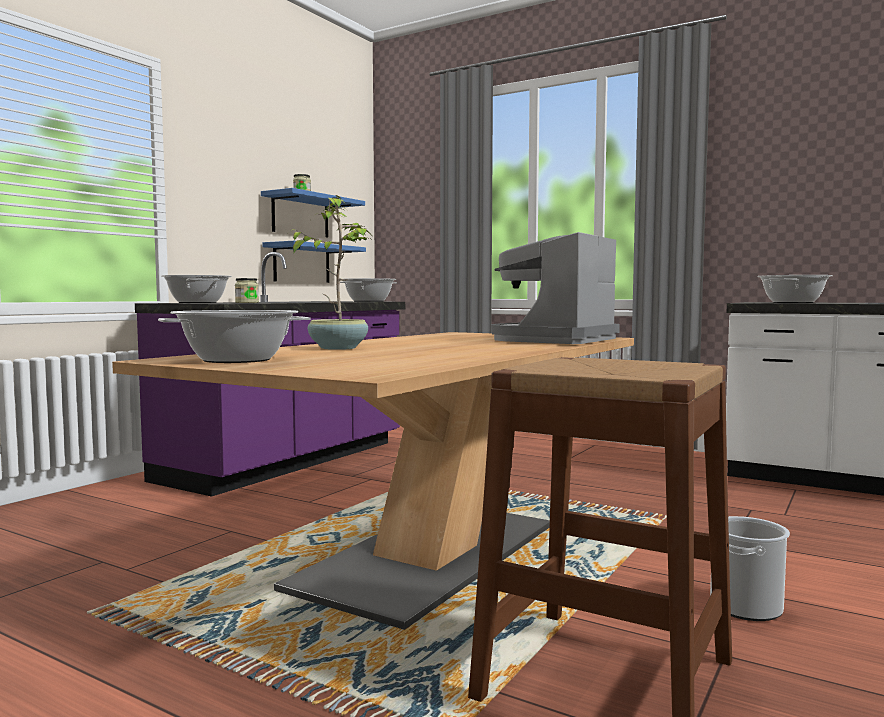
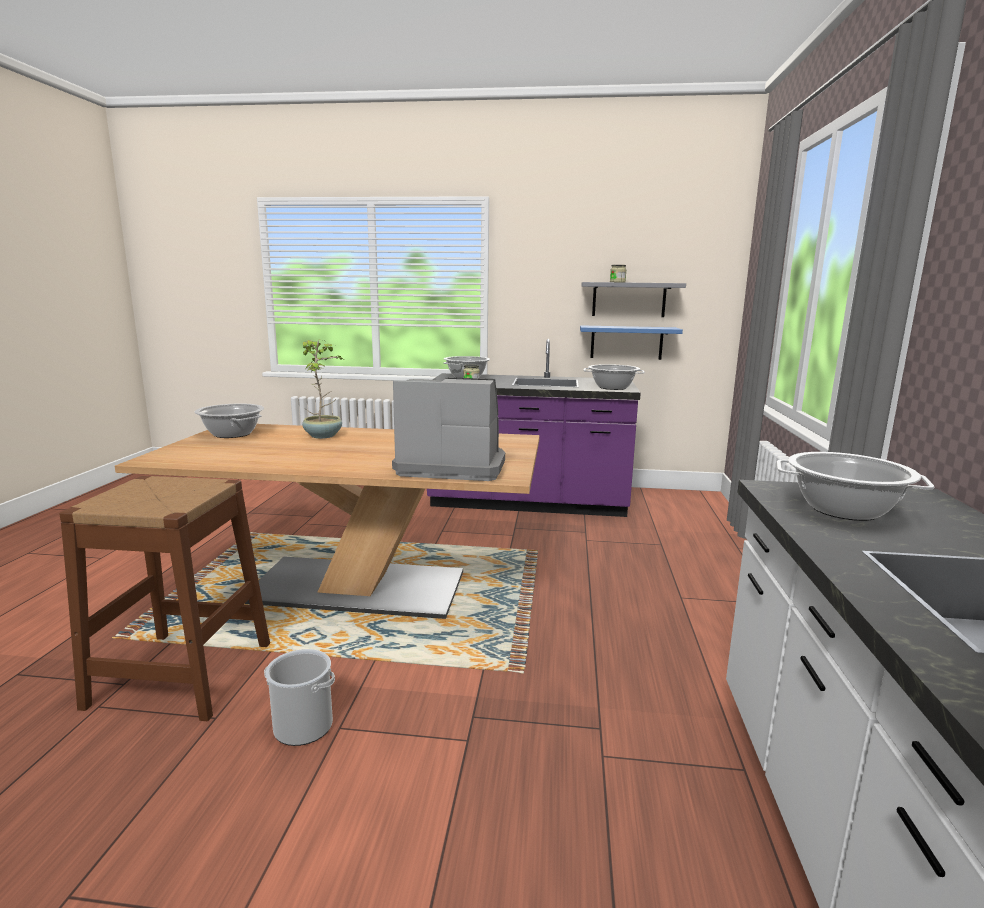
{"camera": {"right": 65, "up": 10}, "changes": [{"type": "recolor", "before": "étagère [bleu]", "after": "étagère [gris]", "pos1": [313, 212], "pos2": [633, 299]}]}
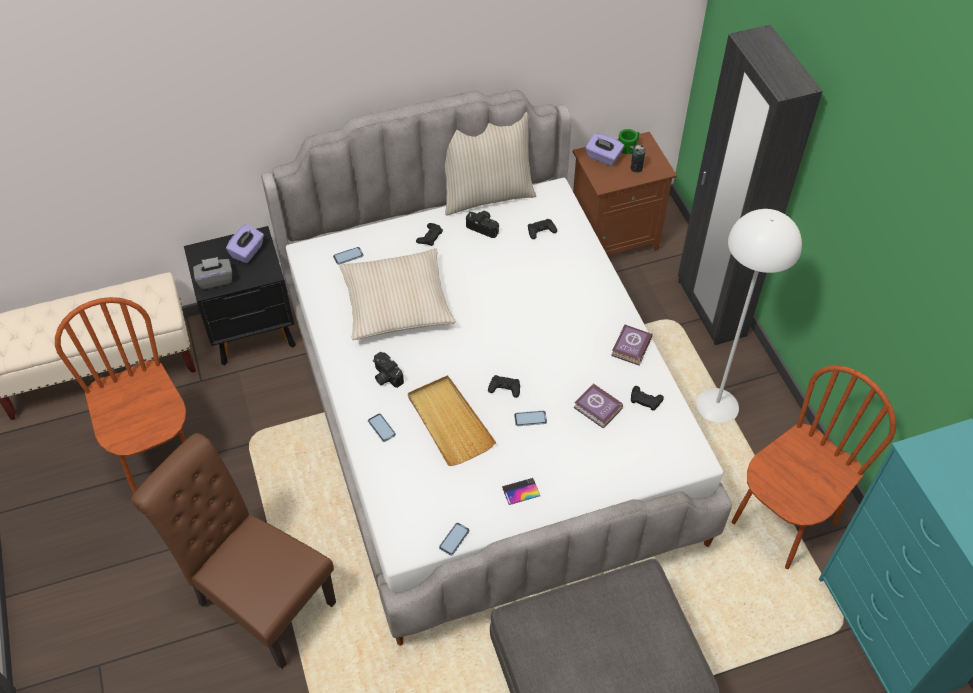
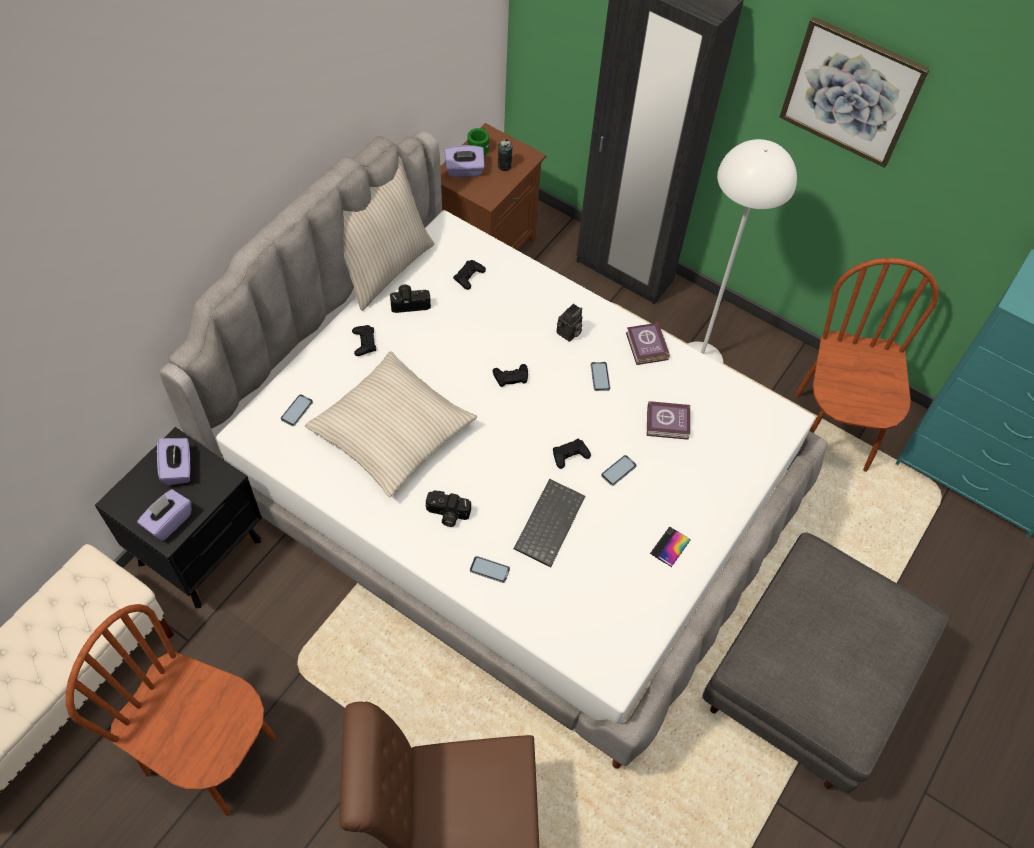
{"camera": {"right": -40, "up": 5}, "changes": [{"type": "recolor", "before": "boîte à mouchoirs [gris]", "after": "boîte à mouchoirs [violet]", "pos1": [212, 273], "pos2": [164, 515]}, {"type": "replace", "before": "plateau [beige]", "after": "clavier", "pos1": [452, 420], "pos2": [549, 523]}, {"type": "move", "before": "manette [noir]", "pos1": [647, 398], "pos2": [510, 375]}, {"type": "move", "before": "téléphone", "pos1": [454, 539], "pos2": [600, 376]}, {"type": "insert", "after": "tableau", "pos2": [854, 92]}, {"type": "insert", "after": "appareil photo", "pos2": [569, 323]}]}
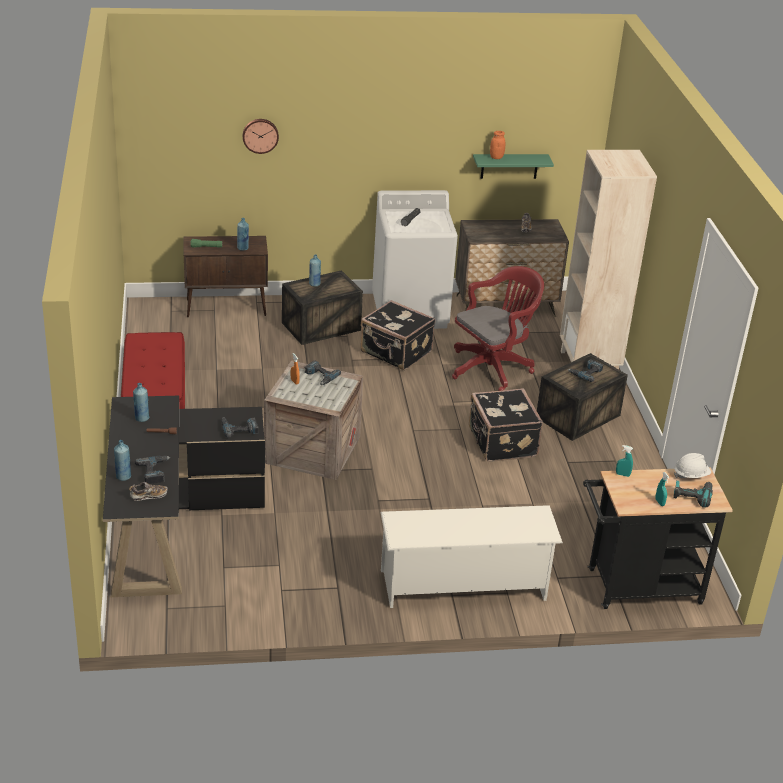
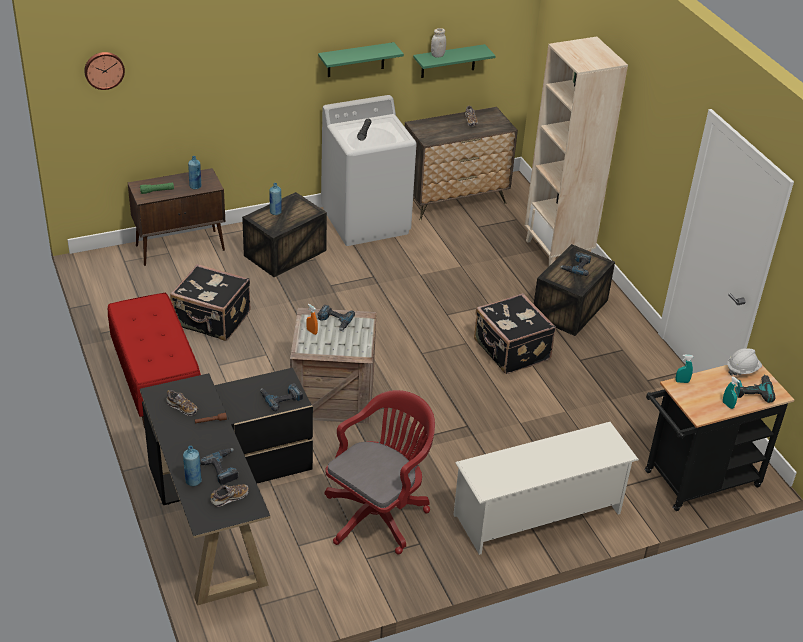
{"camera": {"right": -15, "up": 5}, "changes": [{"type": "move", "before": "horloge murale", "pos1": [261, 136], "pos2": [104, 71]}, {"type": "recolor", "before": "bocal [orange]", "after": "bocal [blanc]", "pos1": [497, 145], "pos2": [438, 43]}, {"type": "move", "before": "chaise de bureau [rouge]", "pos1": [498, 328], "pos2": [379, 472]}, {"type": "move", "before": "valise [noir]", "pos1": [398, 335], "pos2": [210, 302]}, {"type": "replace", "before": "bouteille [bleu]", "after": "chaussure", "pos1": [141, 402], "pos2": [182, 403]}, {"type": "insert", "after": "étagère [vert]", "pos2": [361, 59]}]}
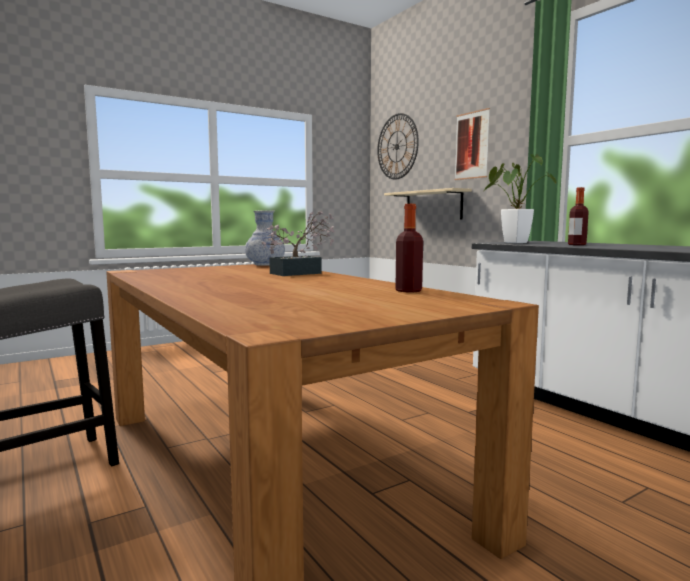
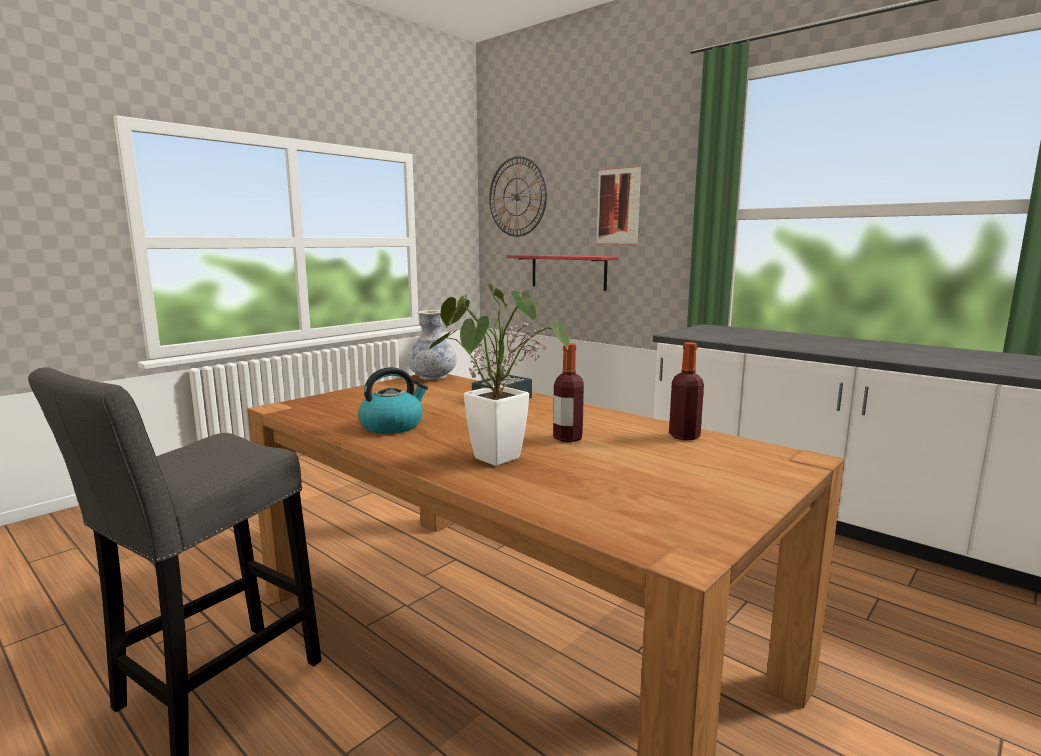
{"camera": {"right": -15, "up": 5}, "changes": [{"type": "move", "before": "plante en pot", "pos1": [520, 198], "pos2": [499, 375]}, {"type": "move", "before": "bouteille", "pos1": [578, 216], "pos2": [568, 392]}, {"type": "recolor", "before": "étagère [beige]", "after": "étagère [rouge]", "pos1": [428, 203], "pos2": [562, 273]}, {"type": "insert", "after": "bouilloire", "pos2": [393, 400]}]}
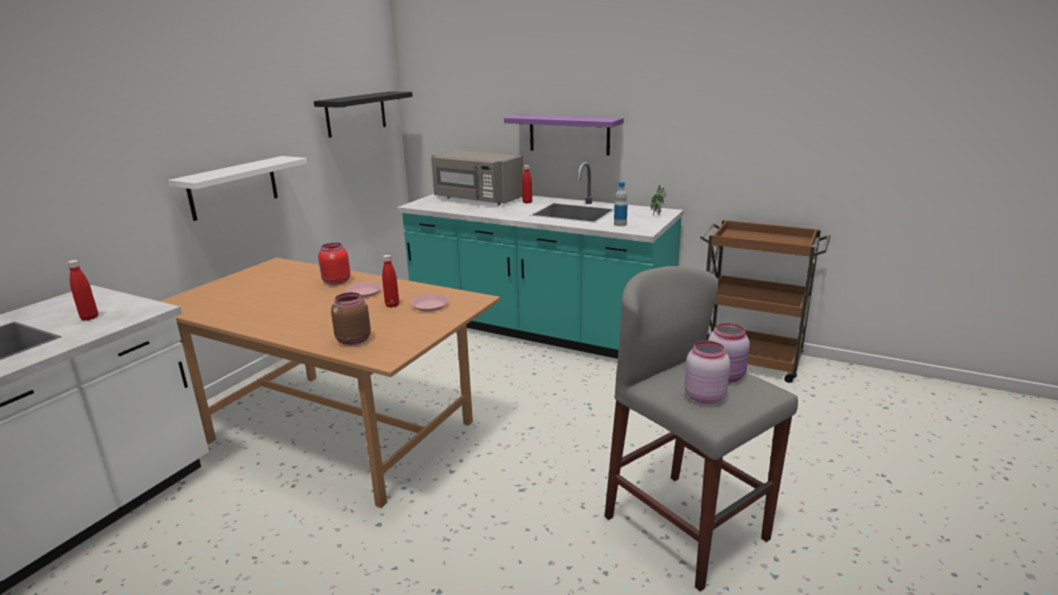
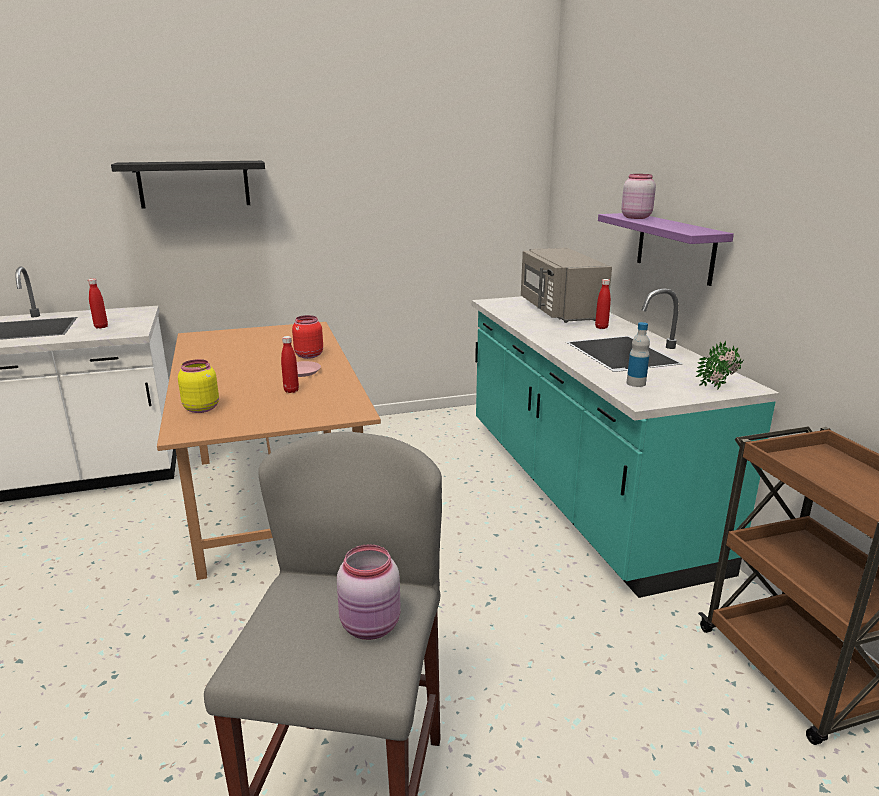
{"camera": {"right": 45, "up": 0}, "changes": [{"type": "move", "before": "étagère [noir]", "pos1": [363, 114], "pos2": [188, 185]}, {"type": "delete", "before": "étagère [blanc]", "pos1": [237, 188]}, {"type": "recolor", "before": "bocal [marron]", "after": "bocal [jaune]", "pos1": [351, 319], "pos2": [198, 386]}, {"type": "delete", "before": "assiette [rose]", "pos1": [430, 303]}, {"type": "move", "before": "bocal [rose]", "pos1": [707, 372], "pos2": [638, 196]}]}
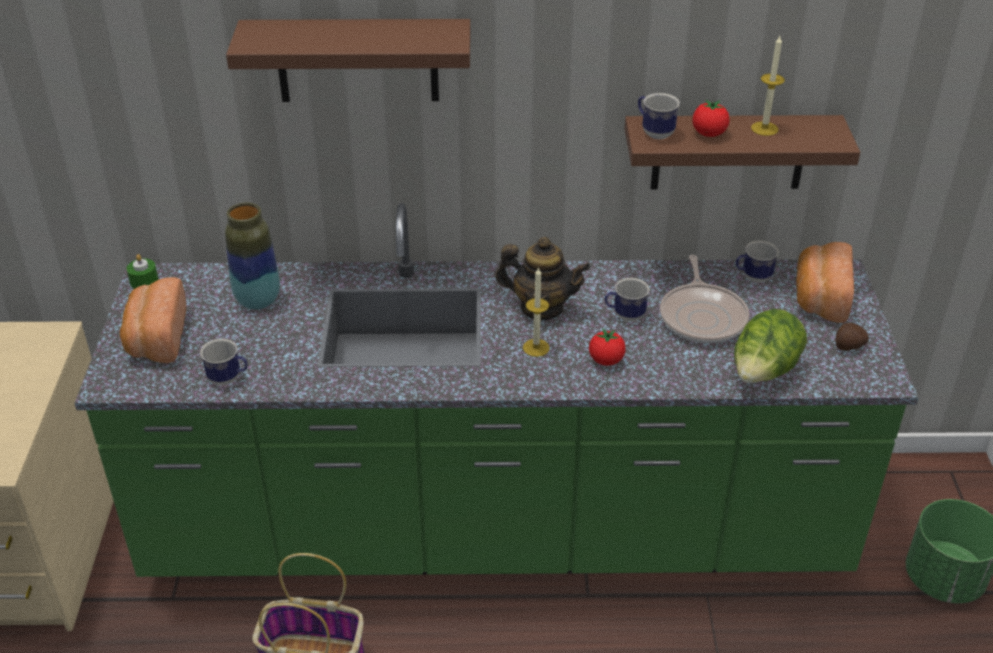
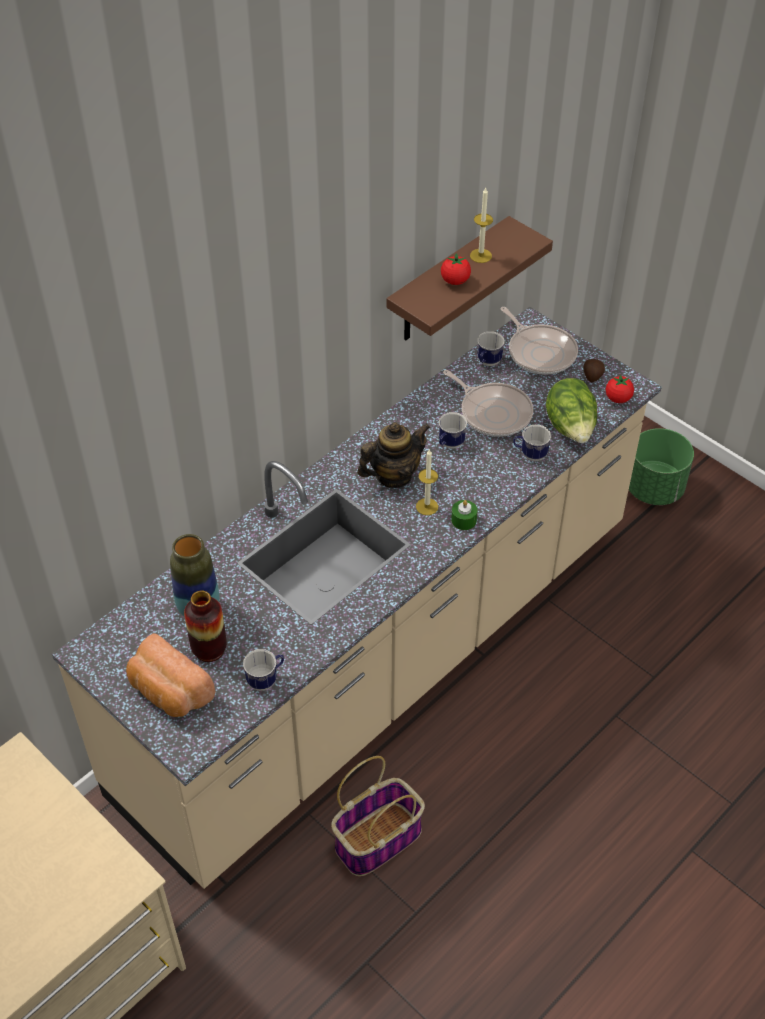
{"camera": {"right": -45, "up": 10}, "changes": [{"type": "delete", "before": "étagère [marron]", "pos1": [348, 60]}, {"type": "move", "before": "mug", "pos1": [659, 116], "pos2": [532, 443]}, {"type": "recolor", "before": "comptoir de cuisine [vert]", "after": "comptoir de cuisine [beige]", "pos1": [496, 390], "pos2": [357, 598]}, {"type": "replace", "before": "pain", "after": "poêle", "pos1": [825, 282], "pos2": [539, 341]}, {"type": "move", "before": "bougie [vert]", "pos1": [143, 271], "pos2": [464, 515]}, {"type": "move", "before": "tomate", "pos1": [607, 347], "pos2": [620, 388]}, {"type": "insert", "after": "vase", "pos2": [205, 626]}]}
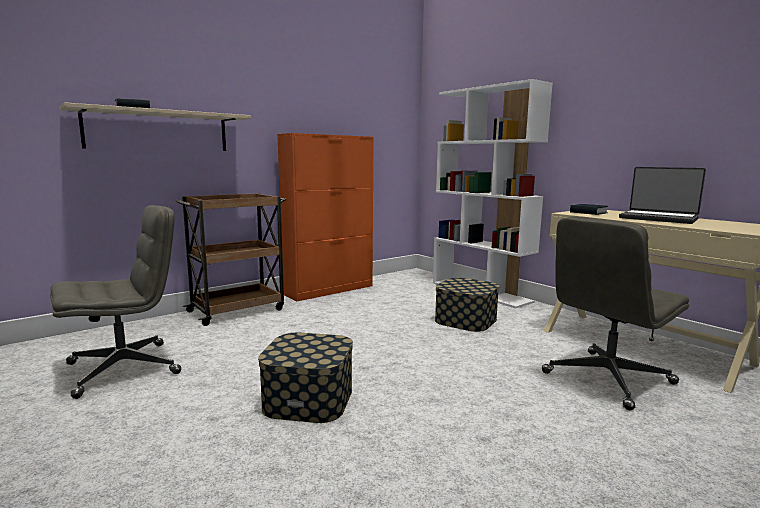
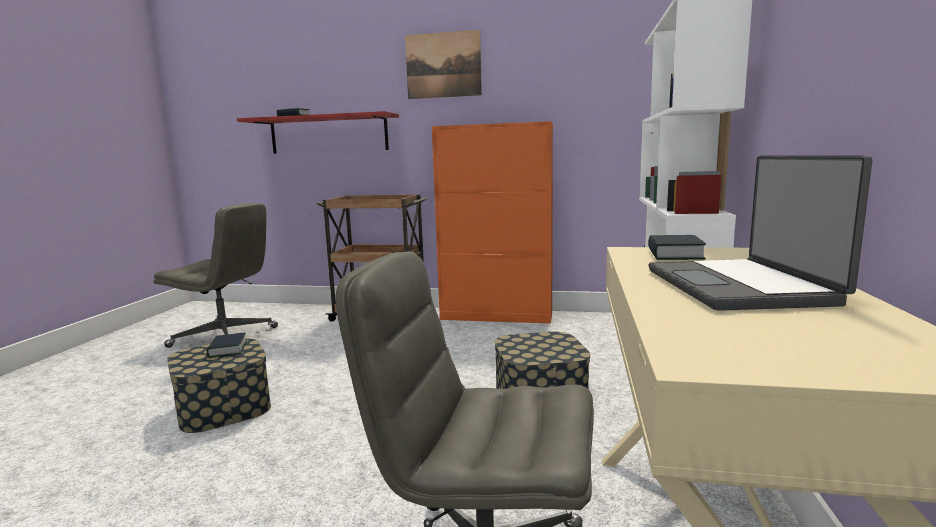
{"camera": {"right": 50, "up": 0}, "changes": [{"type": "recolor", "before": "étagère [beige]", "after": "étagère [rouge]", "pos1": [155, 126], "pos2": [318, 132]}, {"type": "insert", "after": "tableau", "pos2": [443, 64]}, {"type": "insert", "after": "livre", "pos2": [227, 345]}]}
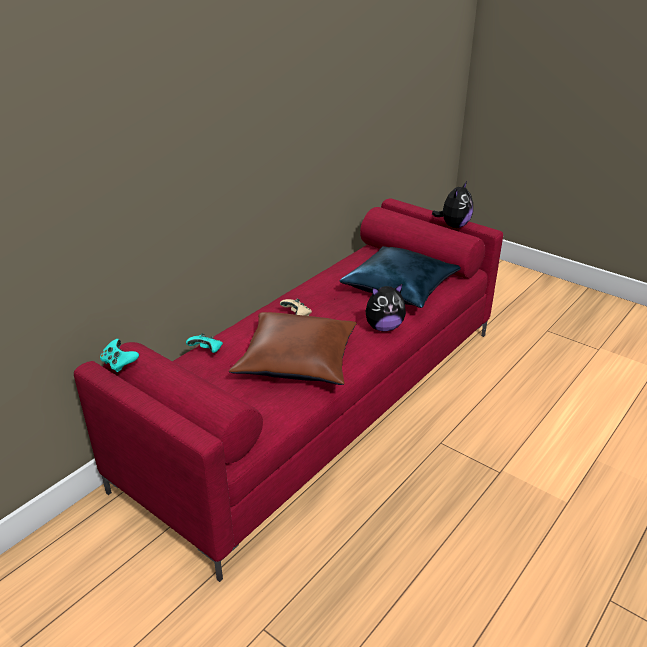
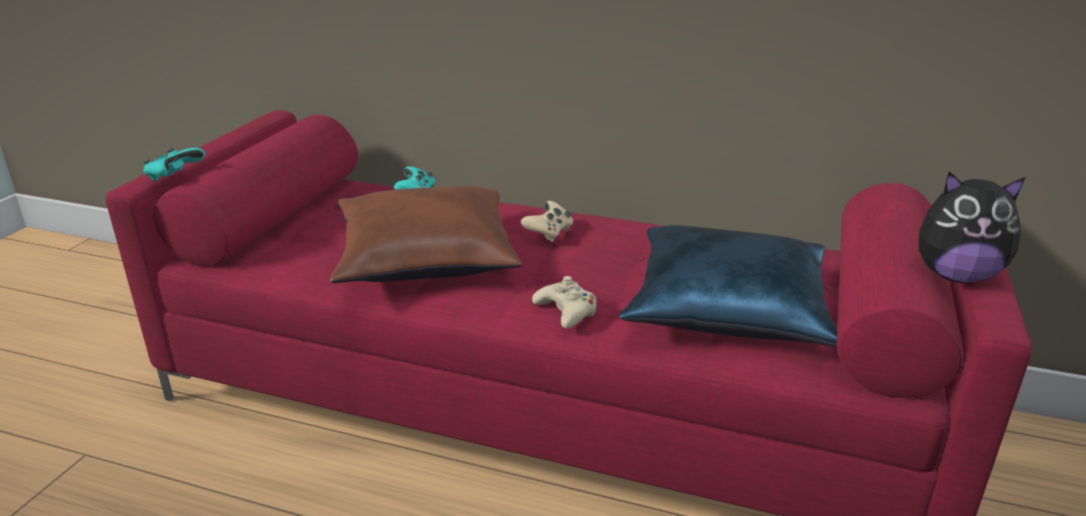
{"camera": {"right": 70, "up": -5}, "changes": [{"type": "replace", "before": "peluche", "after": "manette [beige]", "pos1": [386, 307], "pos2": [564, 302]}, {"type": "move", "before": "manette [turquoise]", "pos1": [119, 356], "pos2": [174, 164]}]}
